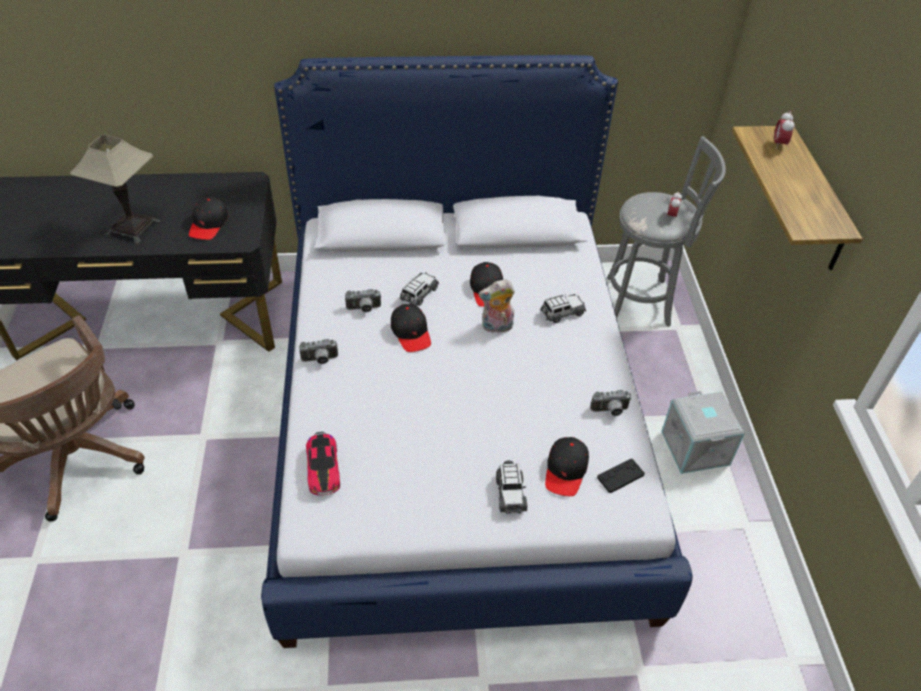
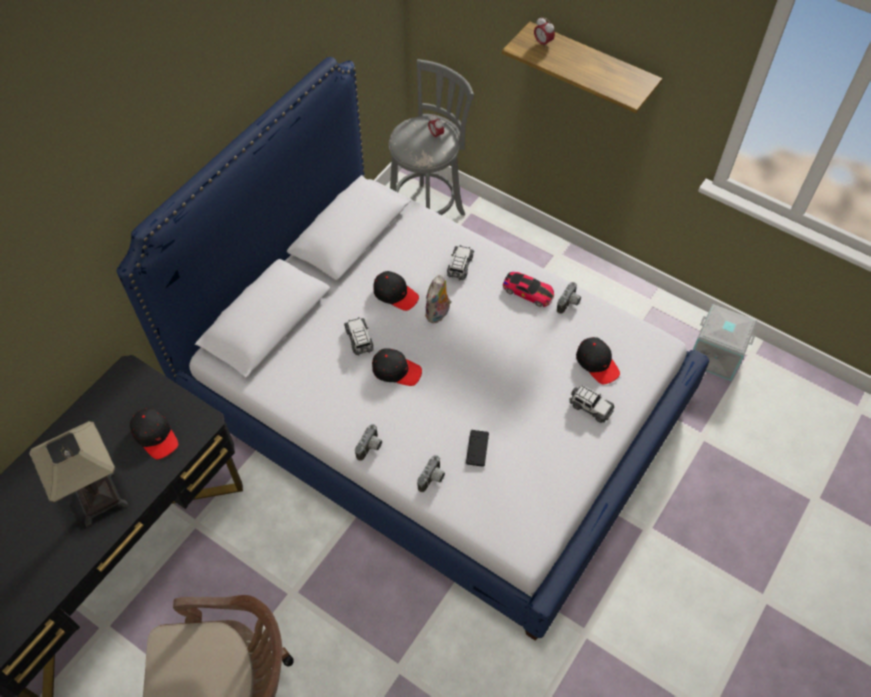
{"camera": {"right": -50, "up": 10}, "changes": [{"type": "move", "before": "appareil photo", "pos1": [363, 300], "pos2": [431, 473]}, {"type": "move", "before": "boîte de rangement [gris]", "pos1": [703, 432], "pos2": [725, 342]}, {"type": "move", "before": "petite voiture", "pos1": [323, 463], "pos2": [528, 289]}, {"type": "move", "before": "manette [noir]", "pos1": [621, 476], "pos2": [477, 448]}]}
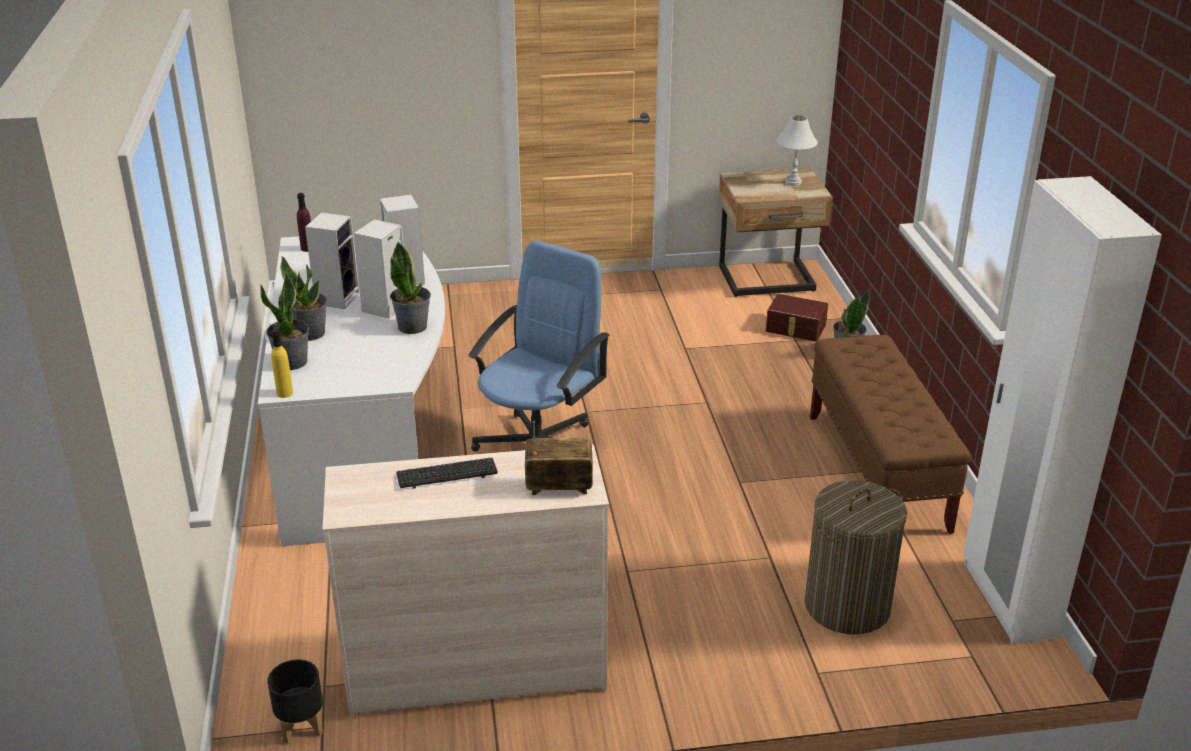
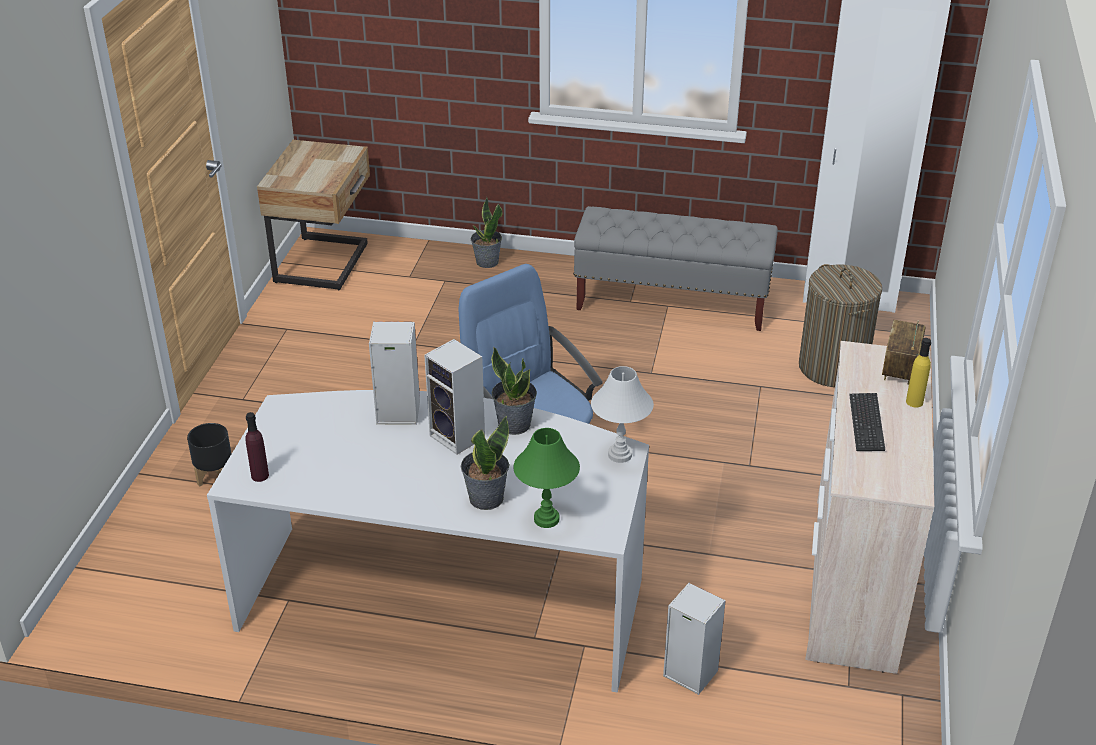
{"camera": {"right": -70, "up": 5}, "changes": [{"type": "move", "before": "lampe de table [blanc]", "pos1": [797, 150], "pos2": [622, 414]}, {"type": "move", "before": "enceinte", "pos1": [332, 260], "pos2": [694, 639]}, {"type": "replace", "before": "plante en pot", "after": "lampe de table [vert]", "pos1": [284, 321], "pos2": [546, 478]}, {"type": "delete", "before": "boîte de rangement [marron]", "pos1": [797, 318]}, {"type": "move", "before": "bouteille [jaune]", "pos1": [282, 363], "pos2": [918, 372]}, {"type": "recolor", "before": "banc [marron]", "after": "banc [gris]", "pos1": [891, 434], "pos2": [675, 268]}, {"type": "move", "before": "cache-pot [noir]", "pos1": [295, 701], "pos2": [209, 454]}]}
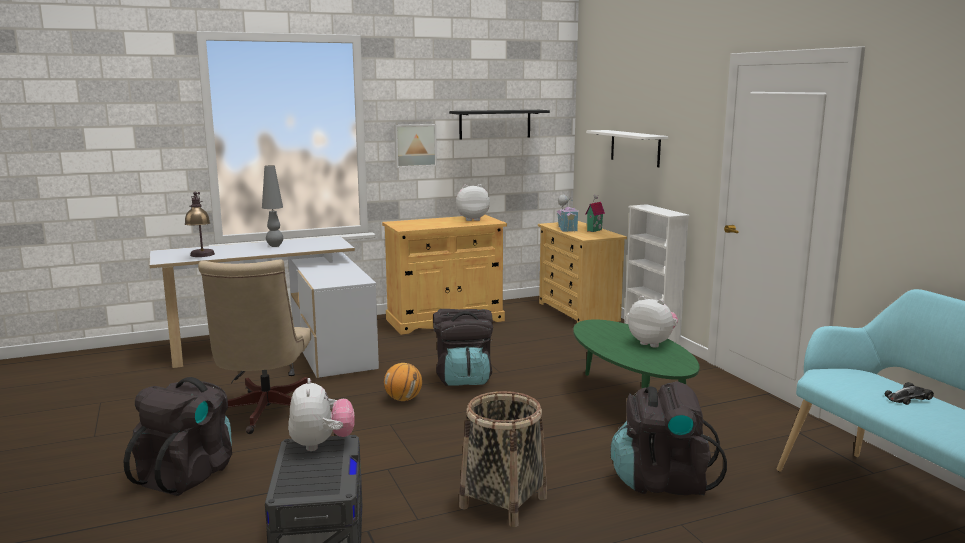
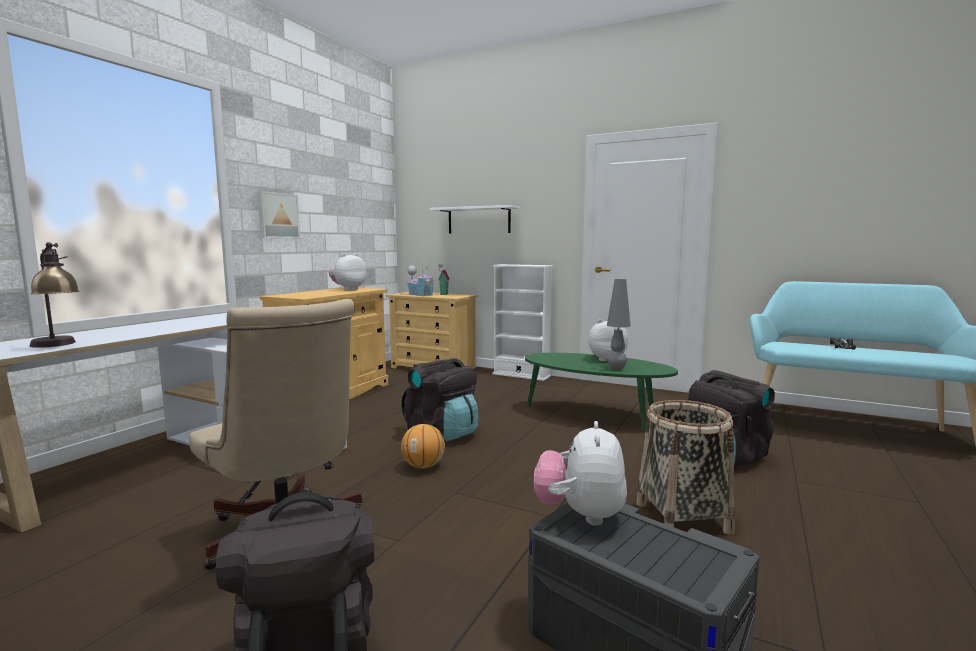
{"camera": {"right": -40, "up": -5}, "changes": [{"type": "delete", "before": "étagère [noir]", "pos1": [499, 124]}, {"type": "move", "before": "lampe de table [gris]", "pos1": [272, 206], "pos2": [619, 324]}, {"type": "rotate", "before": "peluche", "pos1": [321, 414], "pos2": [580, 473], "turn": -120}]}
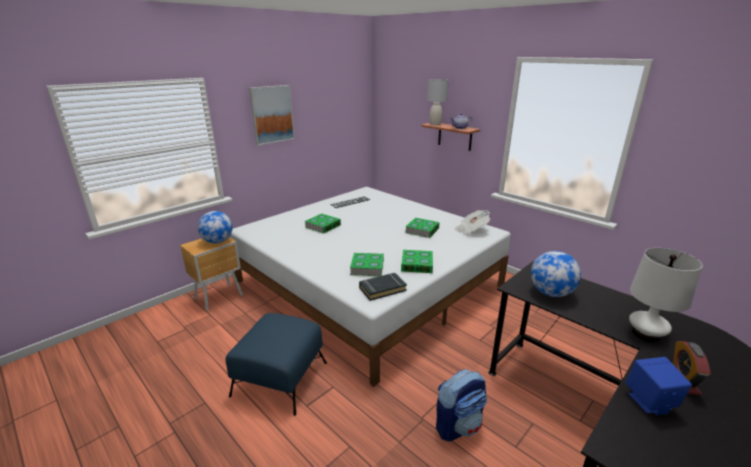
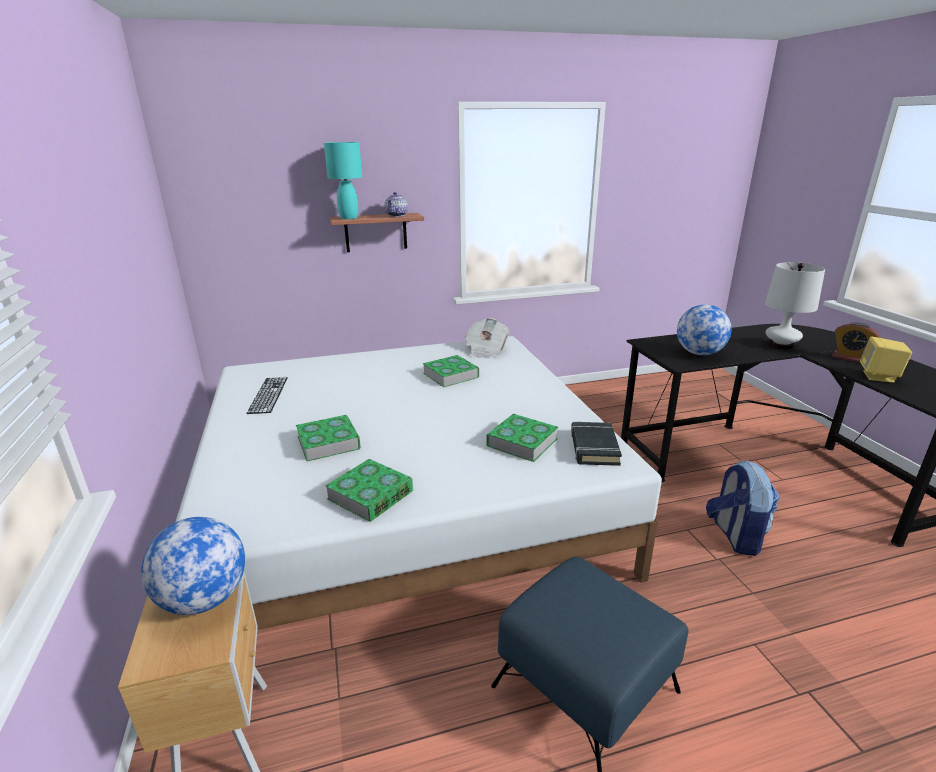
{"camera": {"right": -60, "up": 0}, "changes": [{"type": "recolor", "before": "lampe de table [gris]", "after": "lampe de table [turquoise]", "pos1": [438, 102], "pos2": [343, 180]}, {"type": "delete", "before": "tableau", "pos1": [272, 115]}, {"type": "move", "before": "livre", "pos1": [417, 261], "pos2": [369, 490]}, {"type": "recolor", "before": "enceinte [bleu]", "after": "enceinte [jaune]", "pos1": [659, 386], "pos2": [886, 359]}]}
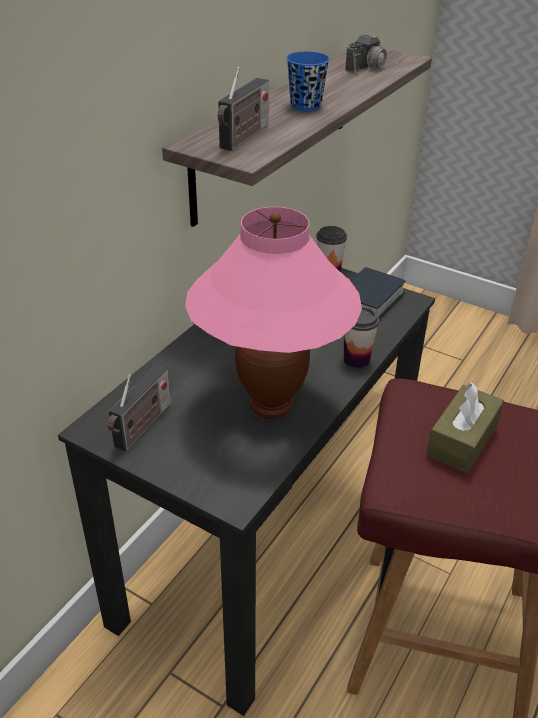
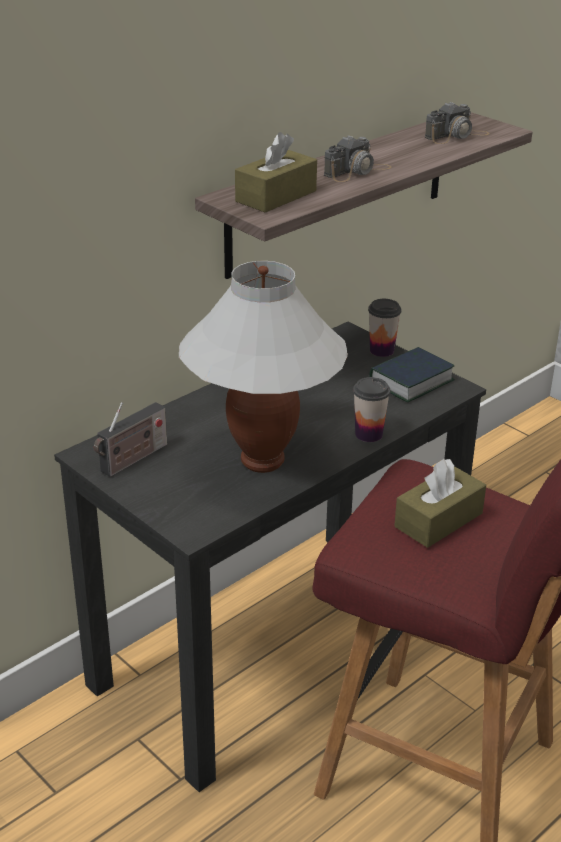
{"camera": {"right": 15, "up": -5}, "changes": [{"type": "replace", "before": "tasse [bleu]", "after": "appareil photo", "pos1": [308, 81], "pos2": [357, 159]}, {"type": "replace", "before": "radio", "after": "boîte à mouchoirs [marron]", "pos1": [243, 108], "pos2": [276, 172]}, {"type": "recolor", "before": "lampe de table [rose]", "after": "lampe de table [blanc]", "pos1": [273, 313], "pos2": [263, 367]}]}
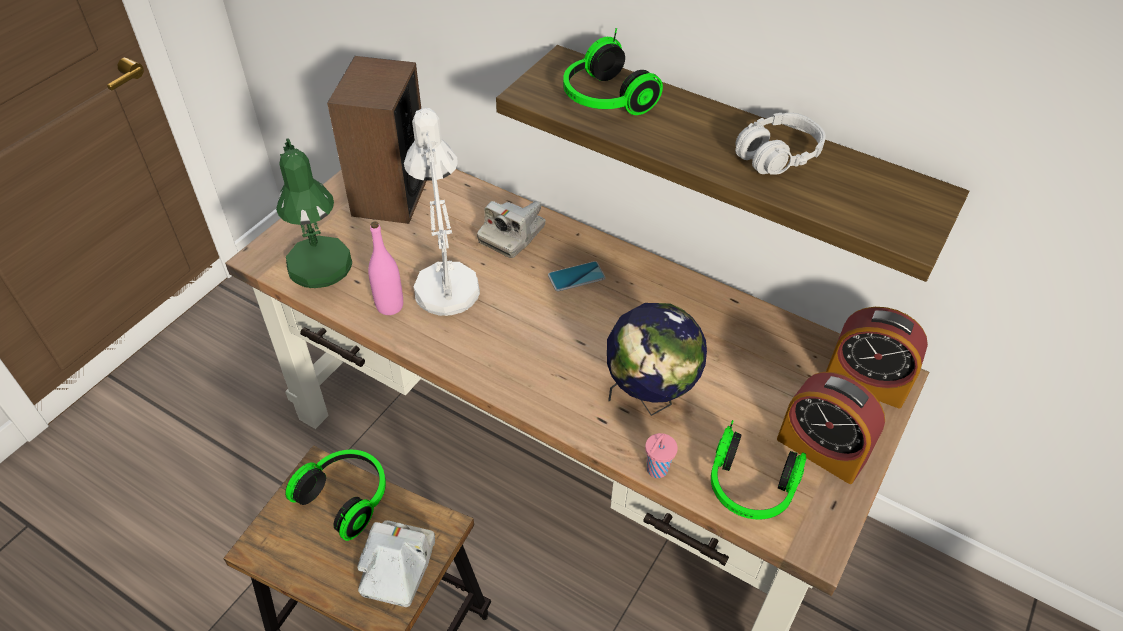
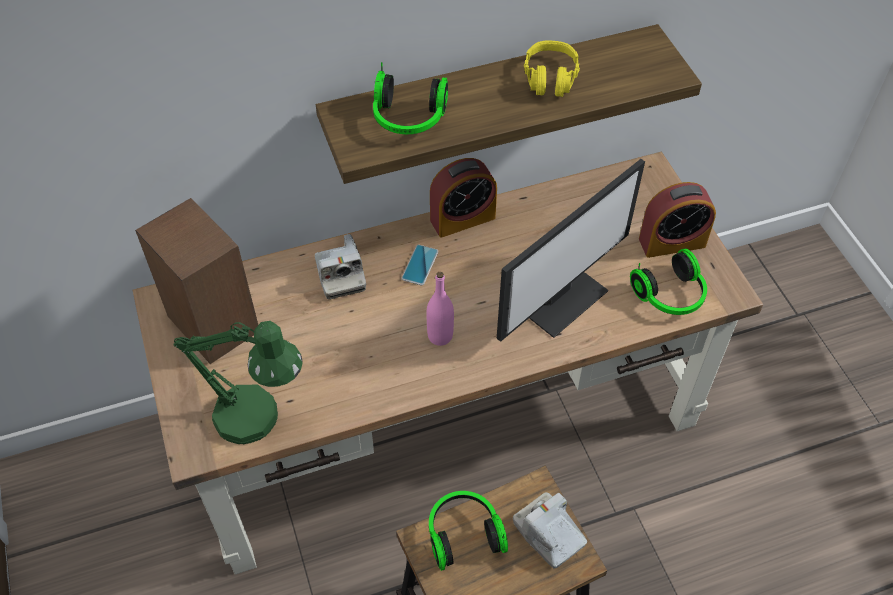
{"camera": {"right": -50, "up": 5}, "changes": [{"type": "delete", "before": "lampe de table [blanc]", "pos1": [442, 212]}, {"type": "recolor", "before": "casque audio [gris]", "after": "casque audio [jaune]", "pos1": [780, 144], "pos2": [552, 68]}, {"type": "move", "before": "bouteille [rose]", "pos1": [385, 268], "pos2": [440, 309]}, {"type": "replace", "before": "globe", "after": "écran d'ordinateur", "pos1": [657, 359], "pos2": [571, 250]}, {"type": "move", "before": "réveil", "pos1": [877, 358], "pos2": [463, 198]}, {"type": "delete", "before": "tasse [rose]", "pos1": [661, 455]}]}
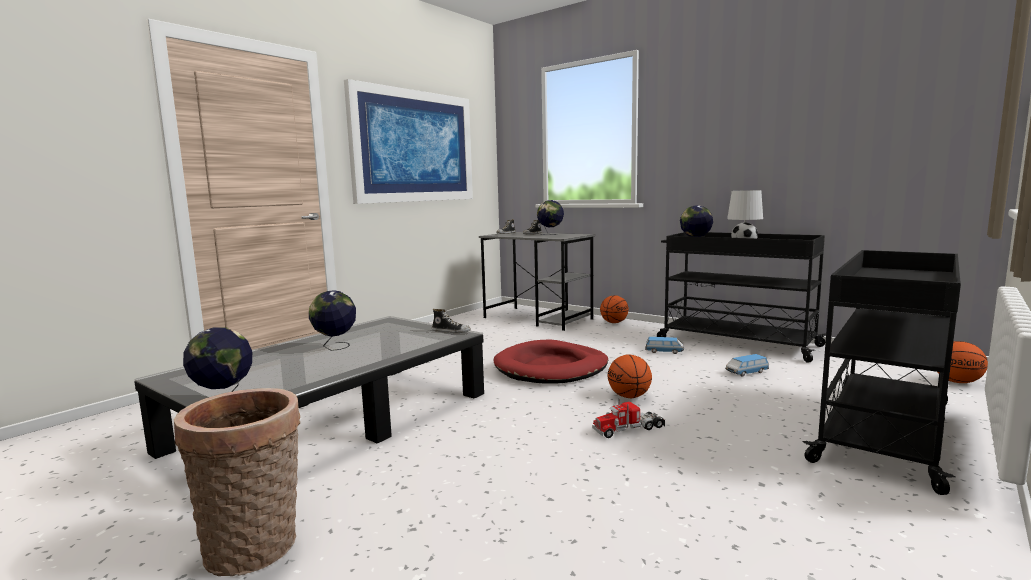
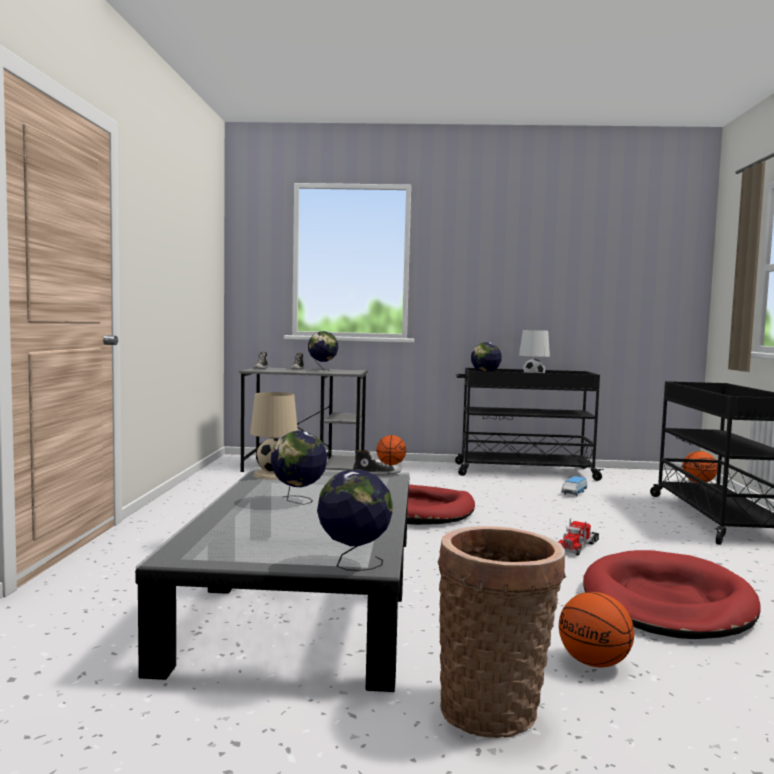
{"camera": {"right": -35, "up": -5}, "changes": [{"type": "delete", "before": "tableau", "pos1": [408, 141]}, {"type": "delete", "before": "petite voiture", "pos1": [664, 345]}, {"type": "move", "before": "ballon de basket", "pos1": [630, 376], "pos2": [596, 629]}, {"type": "insert", "after": "lampe de table [beige]", "pos2": [274, 436]}, {"type": "insert", "after": "panier pour chien [rouge]", "pos2": [672, 594]}]}
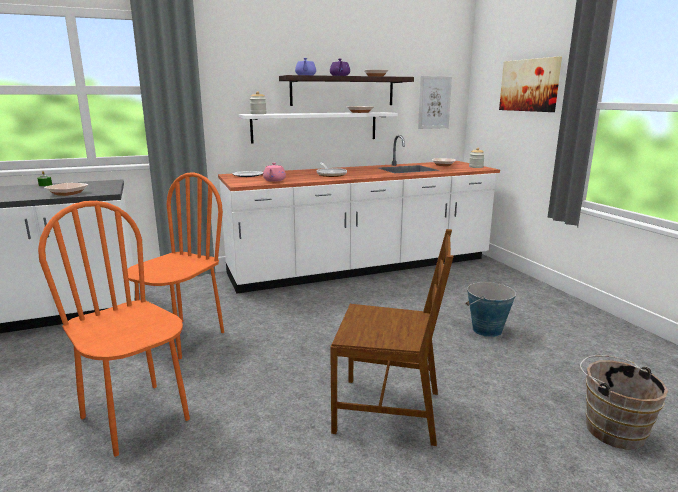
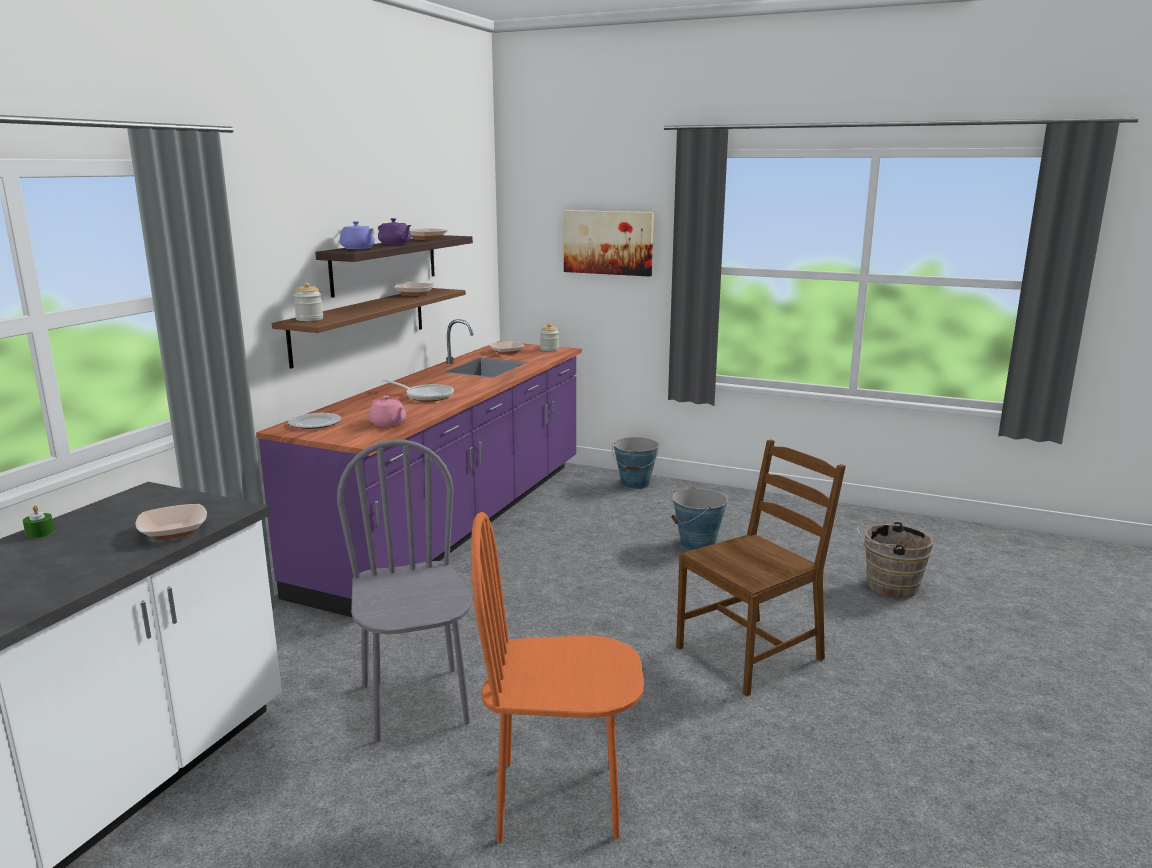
{"camera": {"right": -45, "up": 0}, "changes": [{"type": "delete", "before": "tableau", "pos1": [435, 102]}, {"type": "recolor", "before": "étagère [blanc]", "after": "étagère [marron]", "pos1": [318, 127], "pos2": [369, 328]}, {"type": "recolor", "before": "comptoir de cuisine [blanc]", "after": "comptoir de cuisine [violet]", "pos1": [359, 214], "pos2": [419, 468]}, {"type": "recolor", "before": "chaise [orange]", "after": "chaise [gris]", "pos1": [175, 265], "pos2": [404, 590]}, {"type": "insert", "after": "seau", "pos2": [636, 463]}]}
